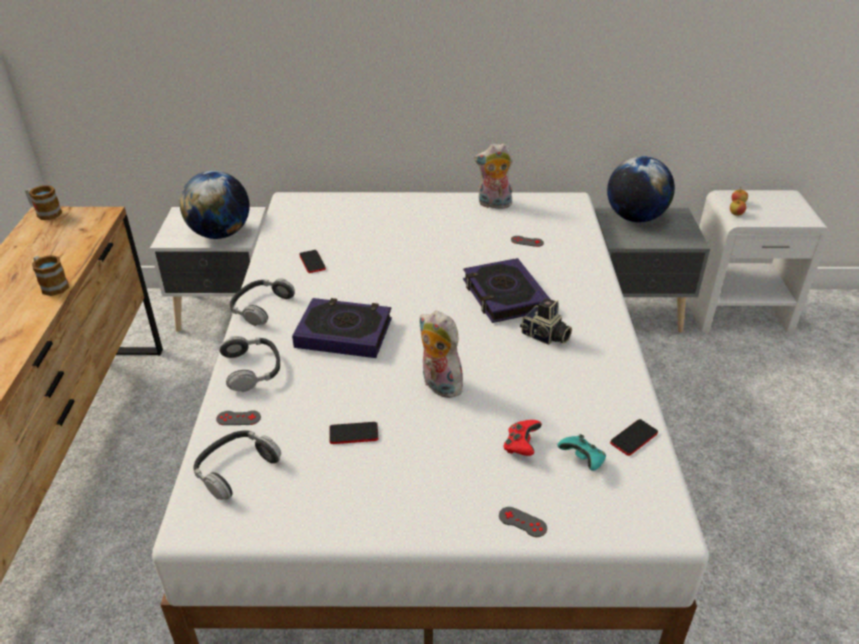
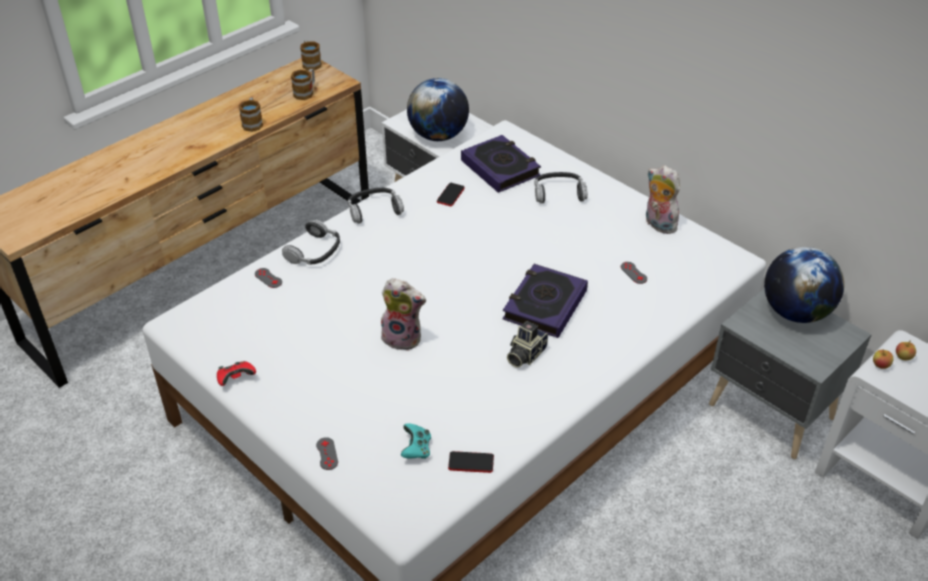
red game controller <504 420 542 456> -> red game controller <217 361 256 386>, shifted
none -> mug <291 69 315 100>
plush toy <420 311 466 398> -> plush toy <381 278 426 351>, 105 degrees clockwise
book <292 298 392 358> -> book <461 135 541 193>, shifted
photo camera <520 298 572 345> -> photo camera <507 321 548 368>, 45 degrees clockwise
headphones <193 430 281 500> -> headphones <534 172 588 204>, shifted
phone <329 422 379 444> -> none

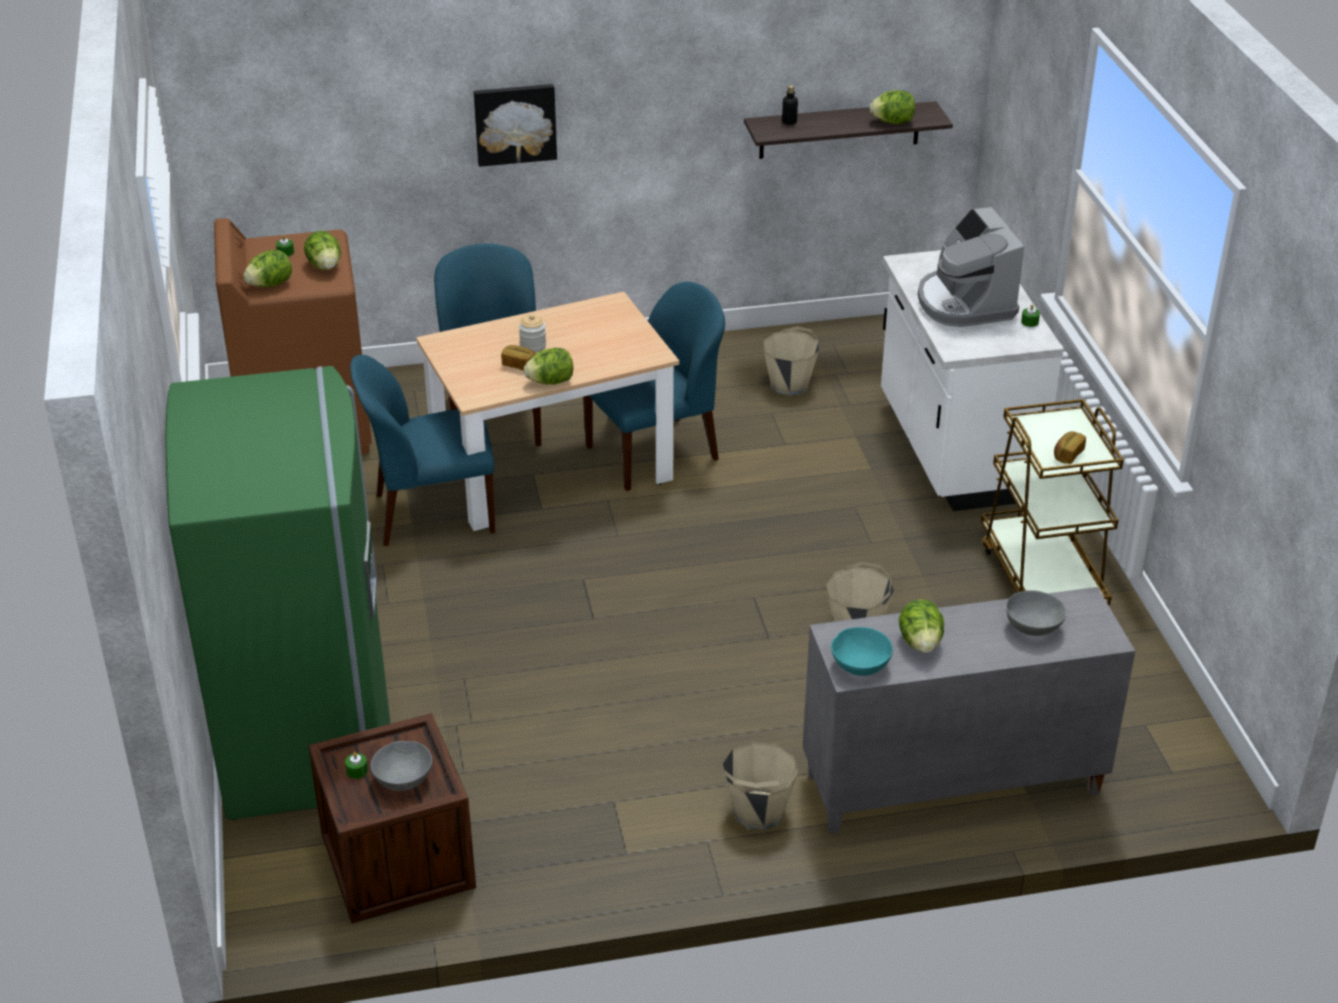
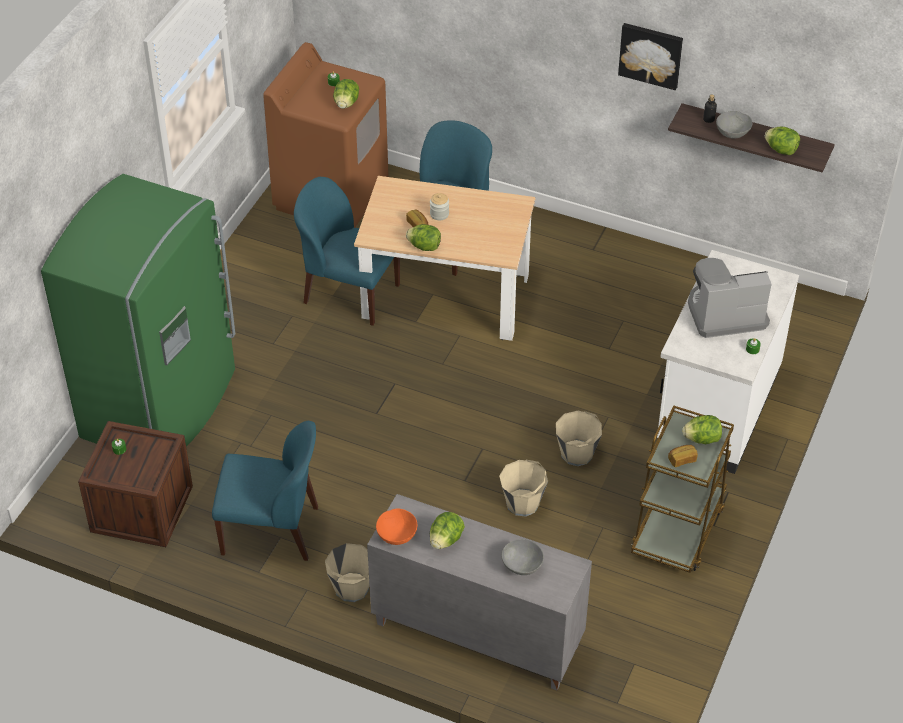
blue chair <583 282 725 491> -> blue chair <212 421 318 561>, shifted
turquoise bowl <831 627 893 676> -> orange bowl <376 508 417 545>
beige bucket <763 326 819 396> -> beige bucket <556 411 602 466>, shifted
picture <473 84 557 167> -> picture <618 23 683 90>, shifted
lettuce <243 250 292 287> -> lettuce <682 415 722 444>, shifted
coffee machine <918 207 1024 327> -> coffee machine <688 258 772 338>, 60 degrees clockwise
grey bowl <370 741 432 791> -> grey bowl <716 111 752 139>, shifted

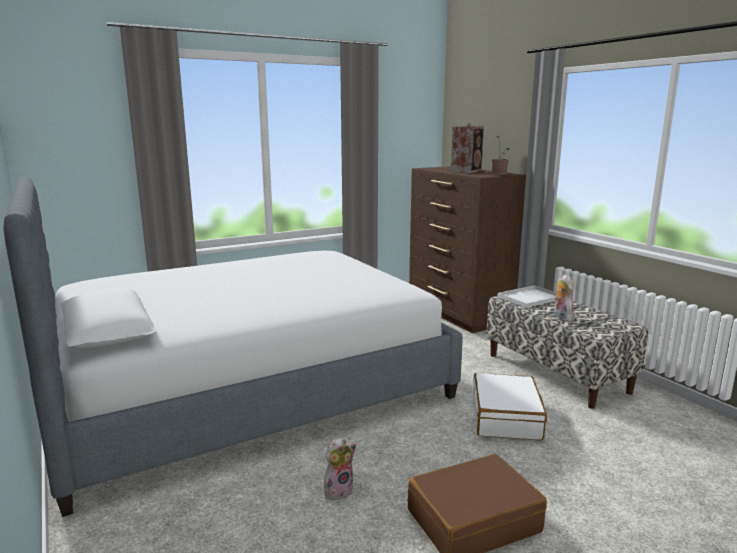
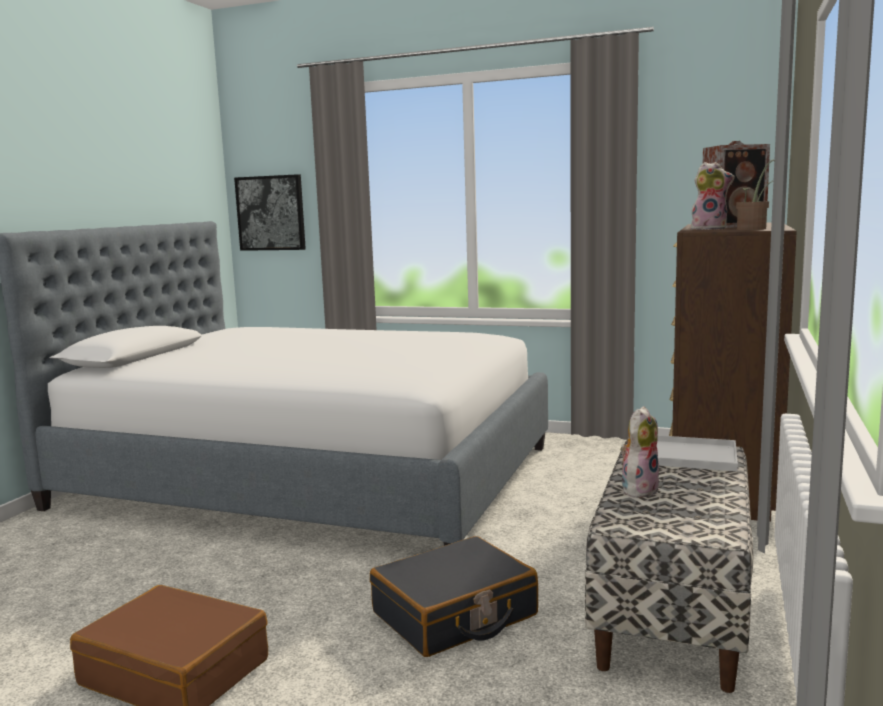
none -> picture <234 174 306 251>
white suitcase <473 373 547 441> -> black suitcase <370 536 538 657>
plush toy <324 437 356 500> -> plush toy <691 162 735 230>, shifted

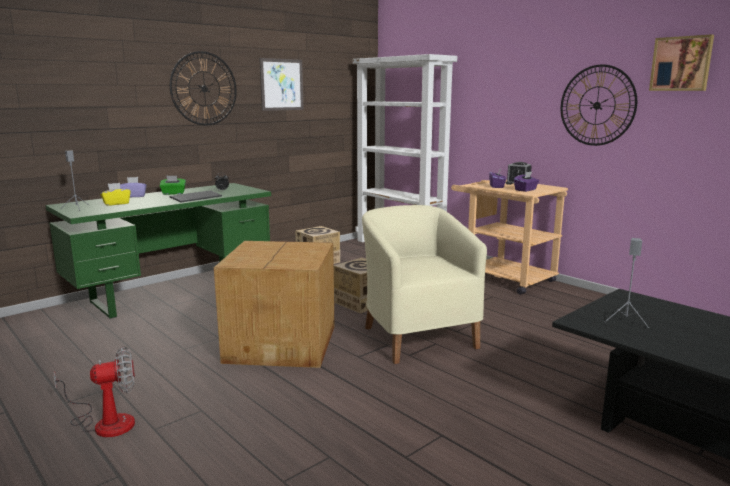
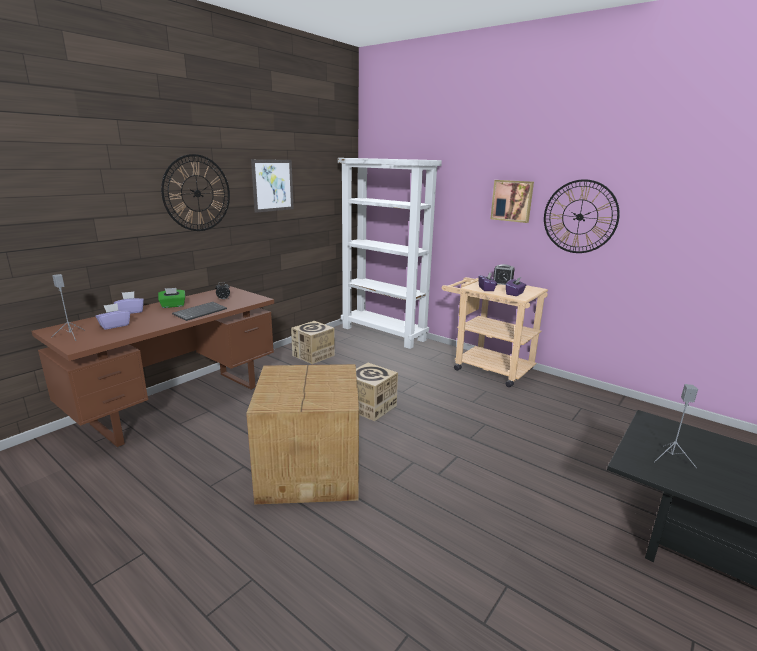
green desk <46 183 271 319> -> brown desk <31 286 274 448>
yellow tissue box <100 183 131 206> -> purple tissue box <96 303 130 330>
picture <649 34 714 91> -> picture <490 180 534 223>, shifted
fan <54 346 135 437> -> none
beige armchair <362 205 487 364> -> none

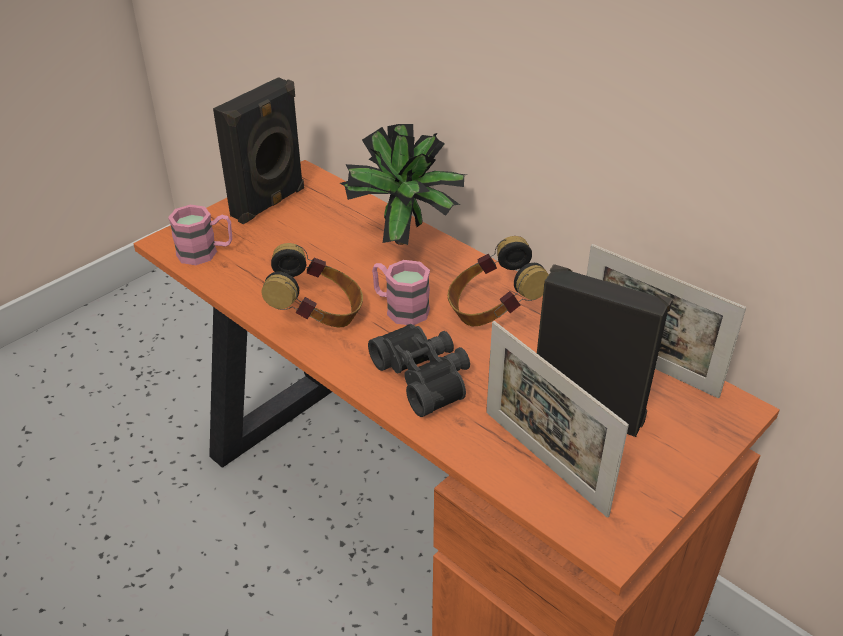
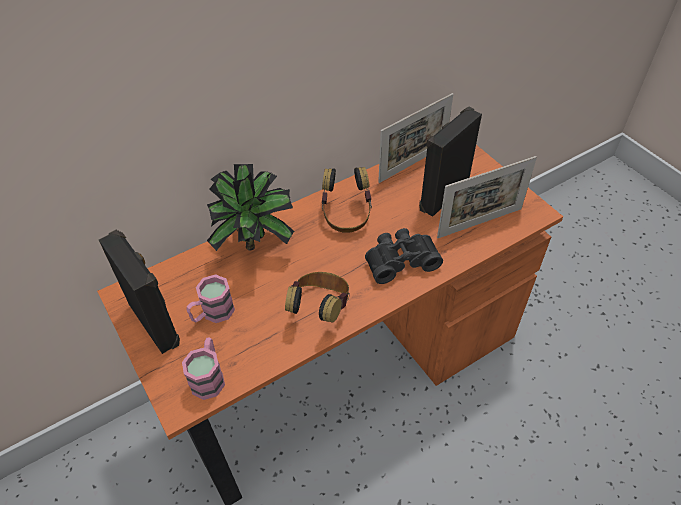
pink mug <372 260 430 325> -> pink mug <186 274 235 323>, shifted

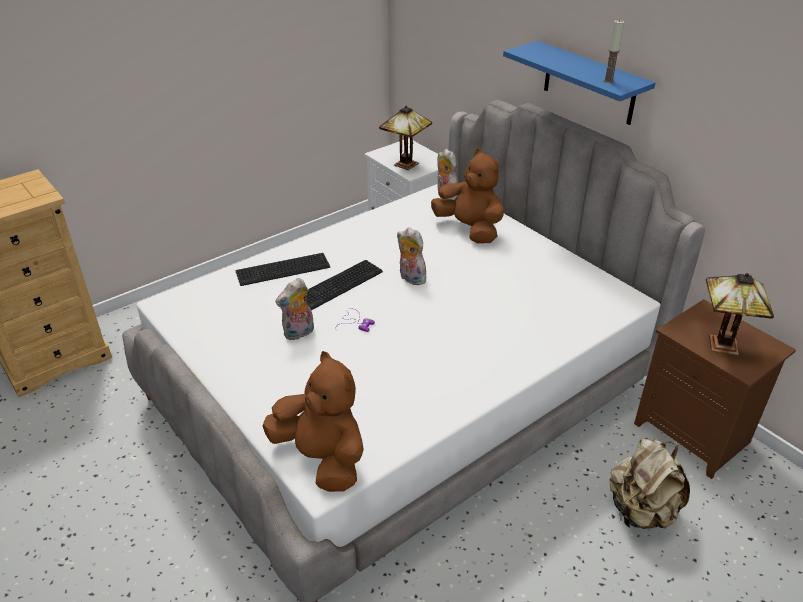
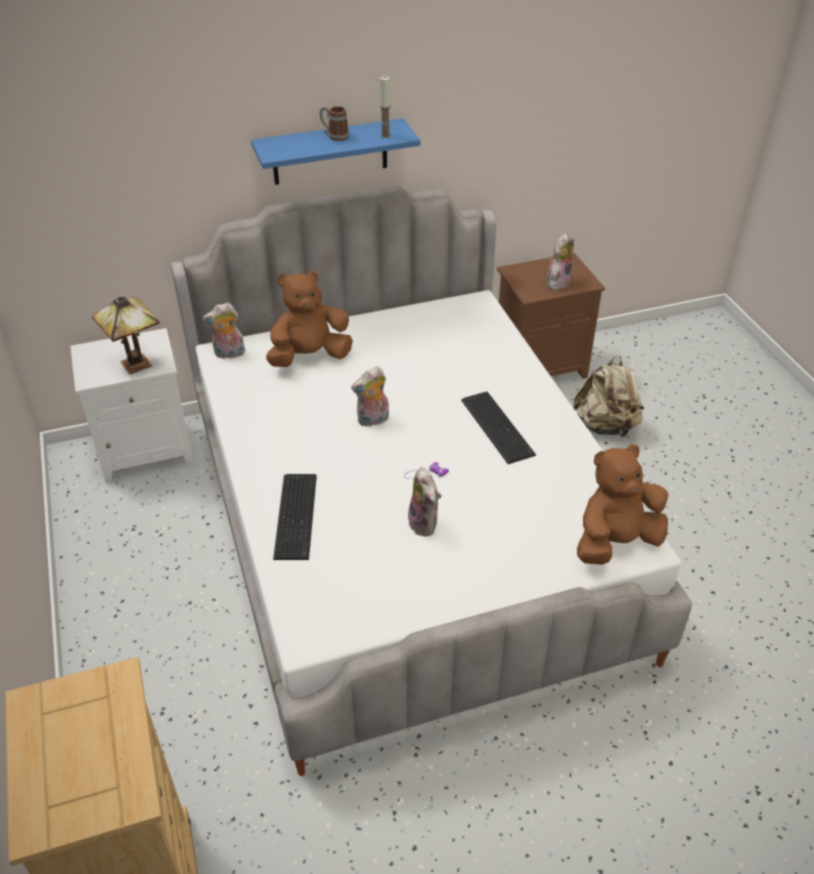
none -> mug <319 106 349 141>
keyboard <306 260 383 310> -> keyboard <461 392 536 464>, shifted
table lamp <706 273 774 356> -> plush toy <547 233 574 290>

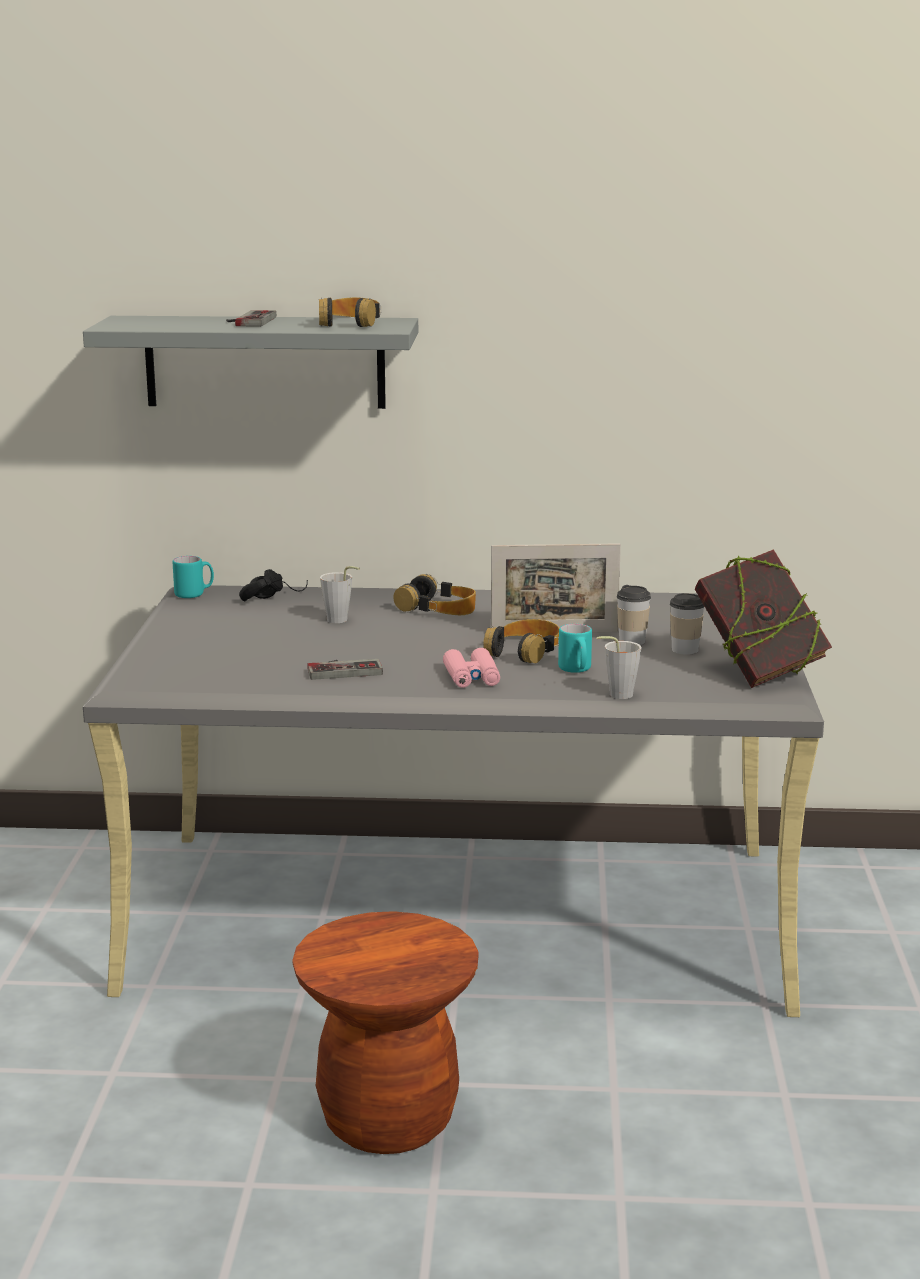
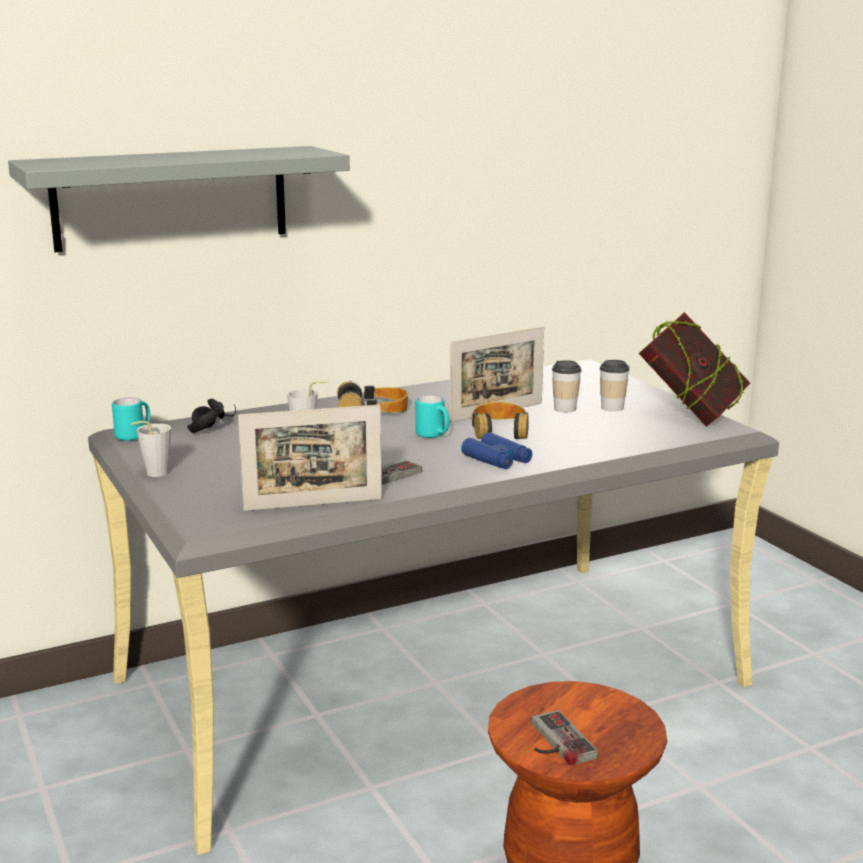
grey cup <596 636 642 699> -> grey cup <131 421 171 477>, shifted
none -> picture frame <238 405 382 511>
turquoise mug <558 624 592 673> -> turquoise mug <415 395 449 438>, shifted
pink binoculars <443 648 500 688> -> blue binoculars <461 432 532 469>
game controller <226 310 276 327> -> game controller <531 710 598 766>, shifted
headphones <319 297 381 327> -> none

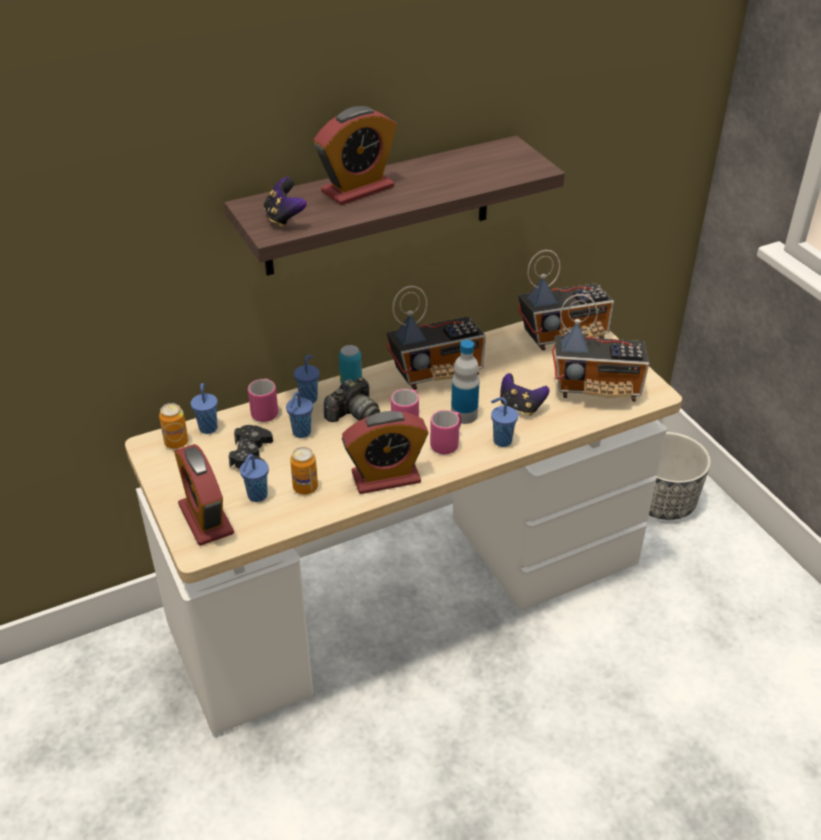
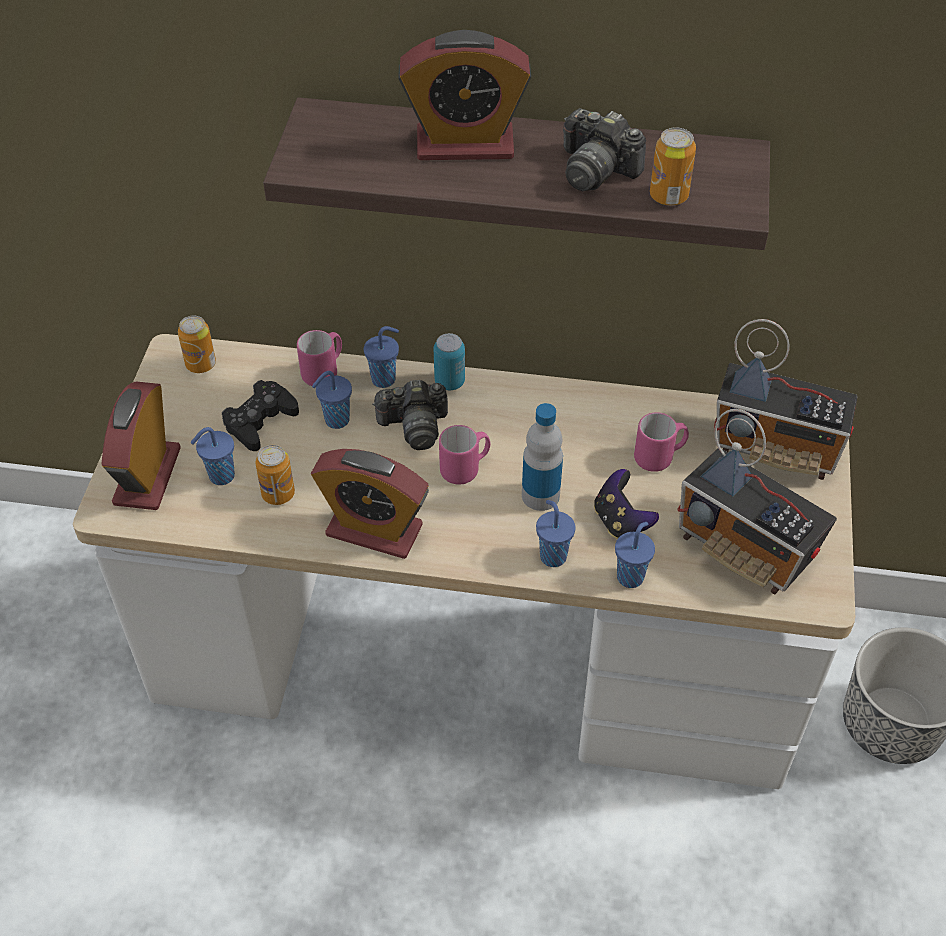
none -> photo camera <563 108 646 191>
blue cup <191 383 218 434> -> blue cup <615 522 655 588>, shifted
pink mug <430 410 461 454> -> pink mug <634 412 689 472>, shifted
none -> can <650 127 696 206>
game controller <264 177 307 227> -> none
radio <387 286 486 390> -> none

